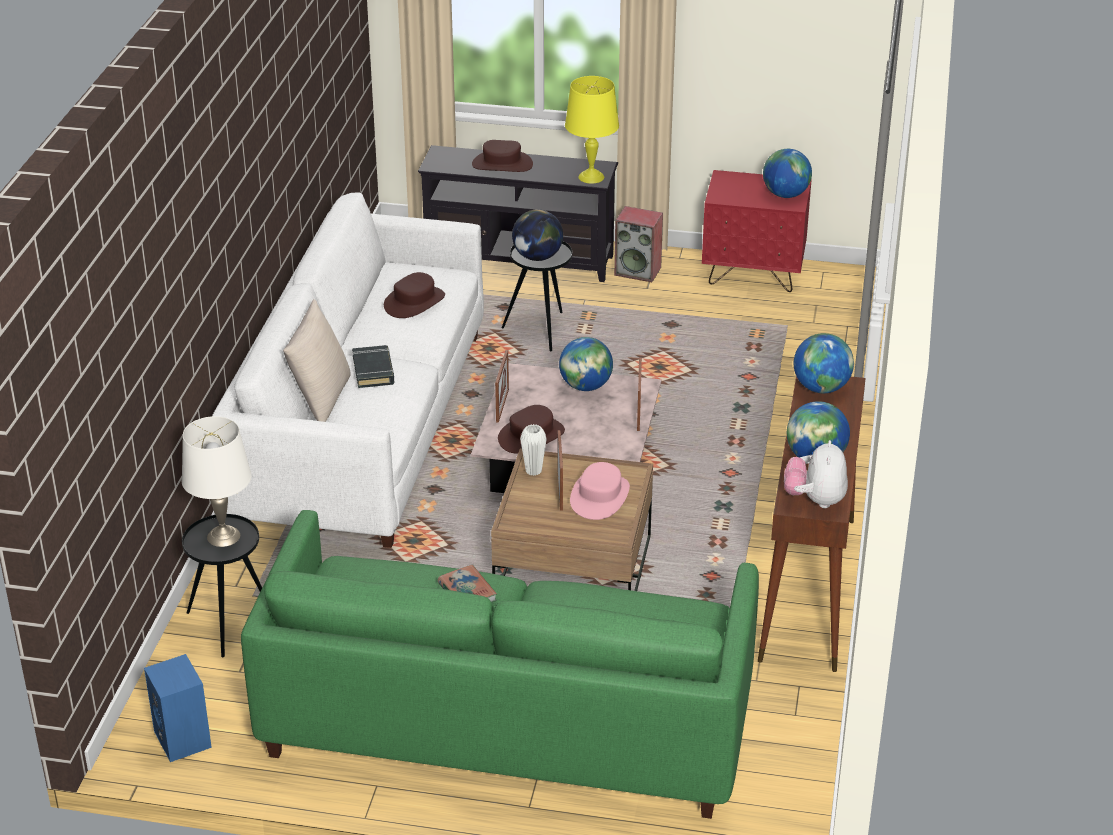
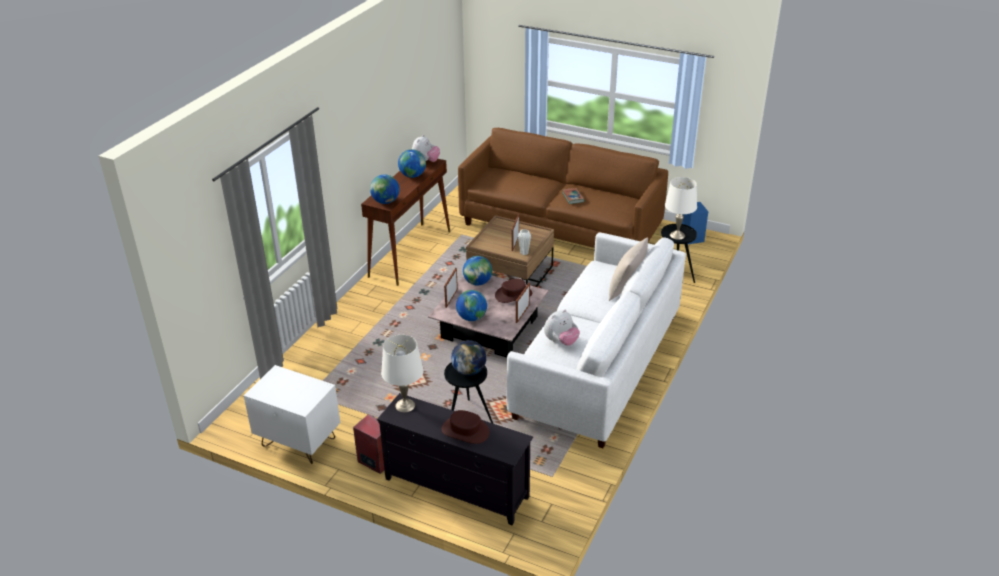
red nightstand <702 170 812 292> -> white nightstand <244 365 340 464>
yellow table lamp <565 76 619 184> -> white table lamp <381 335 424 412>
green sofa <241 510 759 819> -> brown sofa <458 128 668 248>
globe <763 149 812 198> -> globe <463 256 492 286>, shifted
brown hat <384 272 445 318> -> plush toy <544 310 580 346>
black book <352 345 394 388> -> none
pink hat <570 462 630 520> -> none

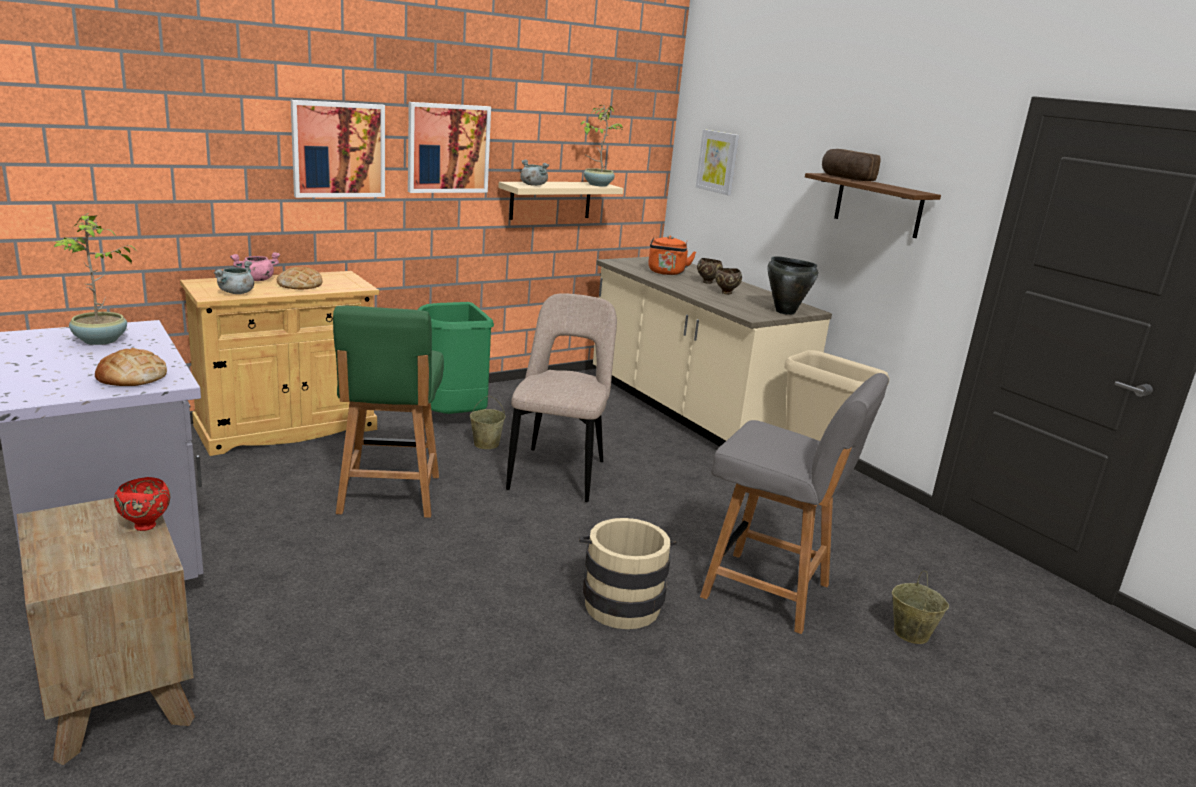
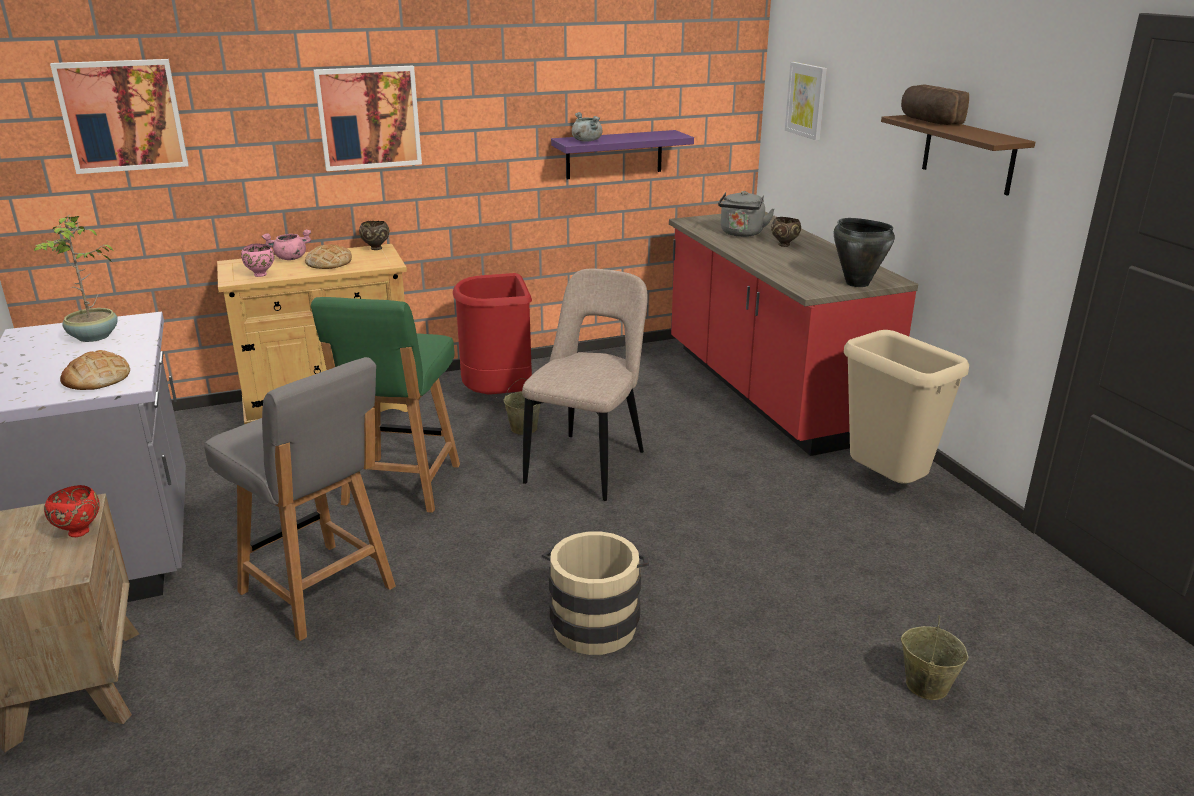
picture <408 102 491 193> -> picture <50 59 189 174>, shifted
grey chair <700 373 889 634> -> grey chair <204 357 396 641>, shifted
grey cooking pot <214 261 254 294> -> pink bowl <241 243 275 277>
brown bowl <715 268 742 294> -> brown bowl <359 221 389 250>, shifted
green trash can <418 302 494 414> -> red trash can <453 273 532 395>
beige shelf <498 182 623 220> -> purple shelf <551 130 694 179>
beige counter <593 257 832 447> -> red counter <669 211 918 456>
orange kettle <648 236 696 275> -> grey kettle <718 191 775 237>
potted plant <581 105 623 187> -> none

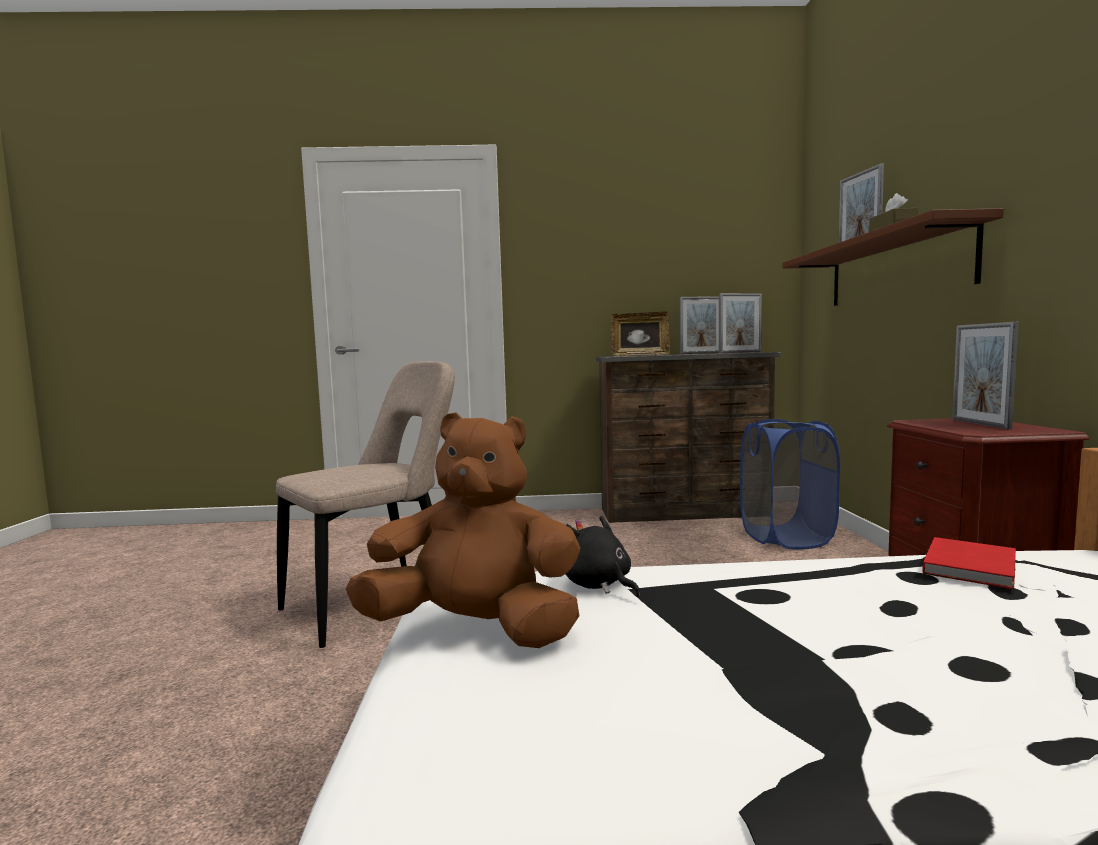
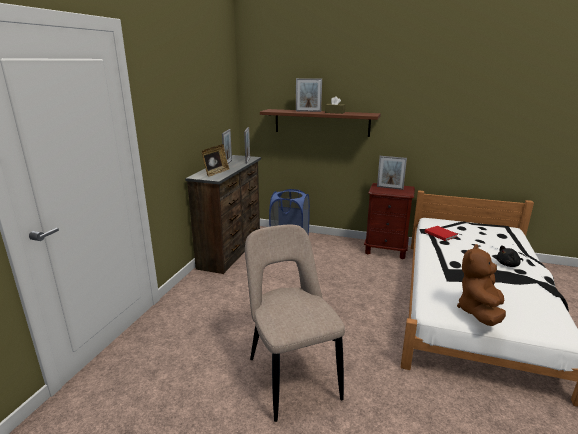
black plush toy <566 516 640 597> -> black plush toy <496 245 523 267>, shifted

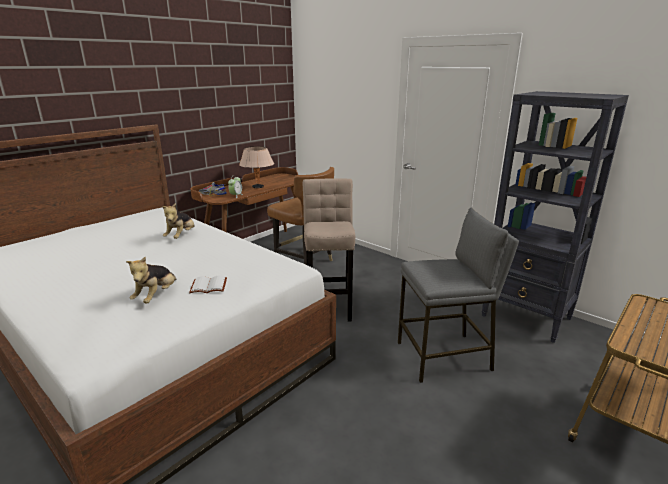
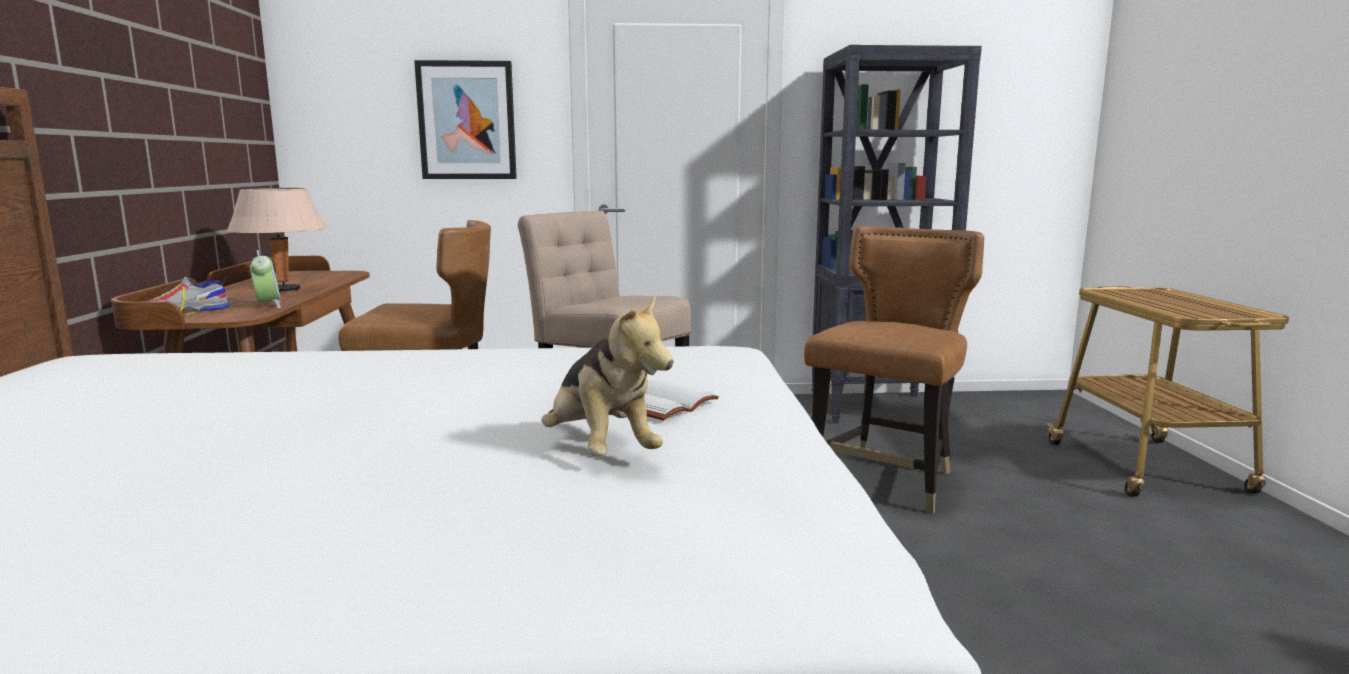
none -> picture <414 60 517 179>
grey stool <398 208 519 383> -> brown chair <804 226 984 514>
plush toy <162 203 194 239> -> none

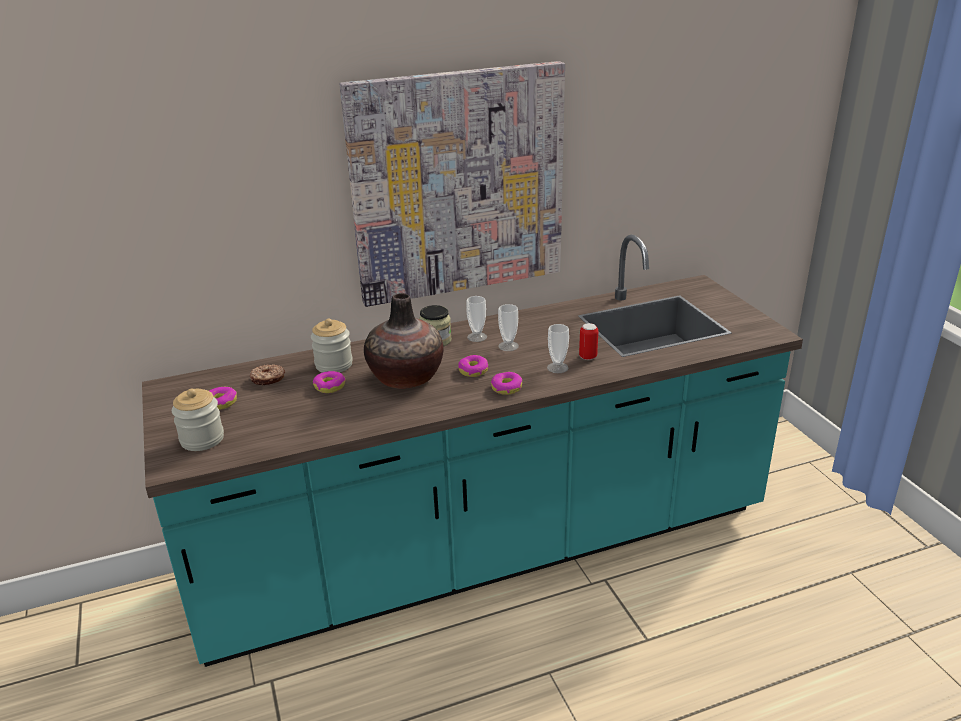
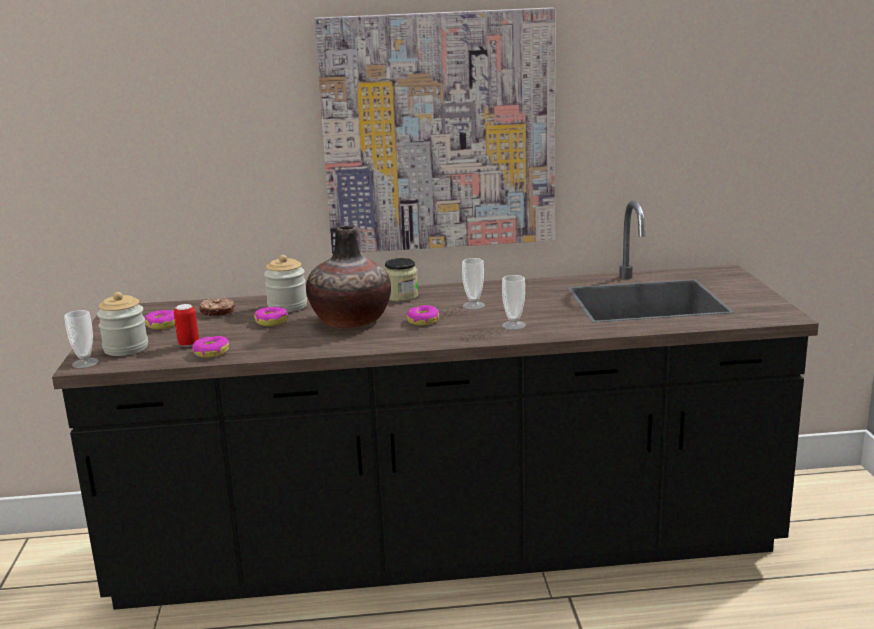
turquoise counter <142 235 803 667> -> black counter <52 201 819 610>
cup <466 296 487 342> -> cup <64 310 98 368>, shifted
can <579 323 598 360> -> can <174 304 199 347>, shifted
donut <491 372 522 395> -> donut <192 336 229 358>, shifted

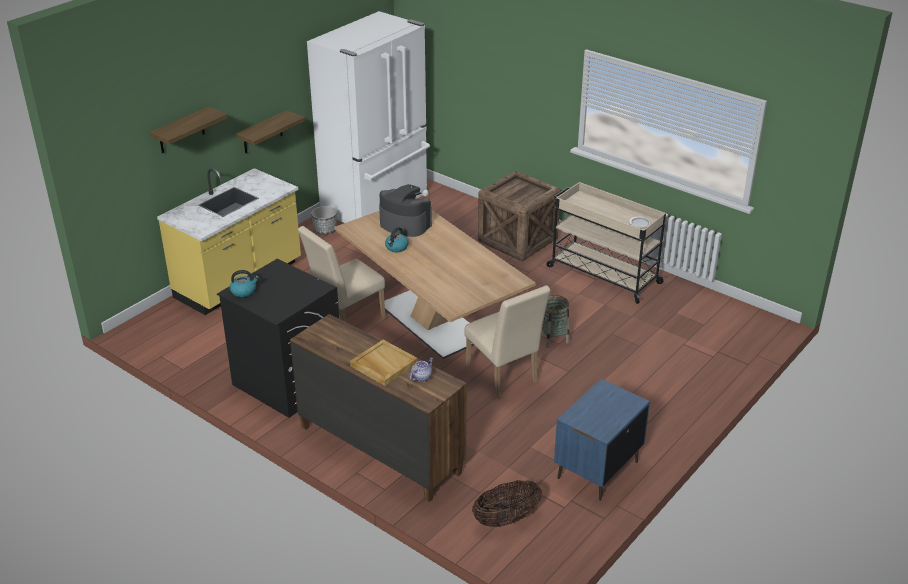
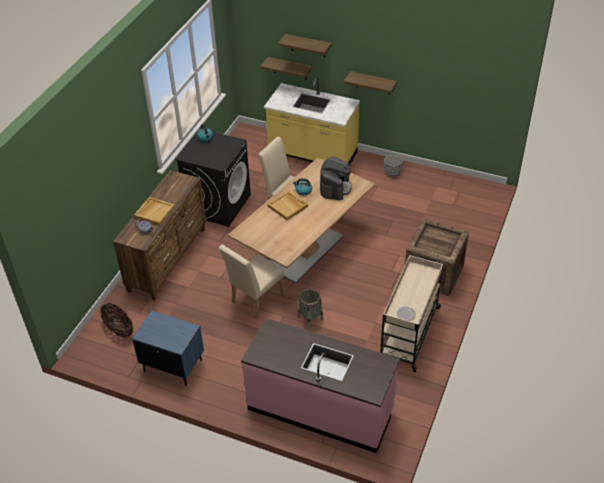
none -> pink counter <241 318 400 453>
none -> shelf <261 57 312 80>
none -> beige tray <267 190 308 220>
white fridge <307 11 430 223> -> none

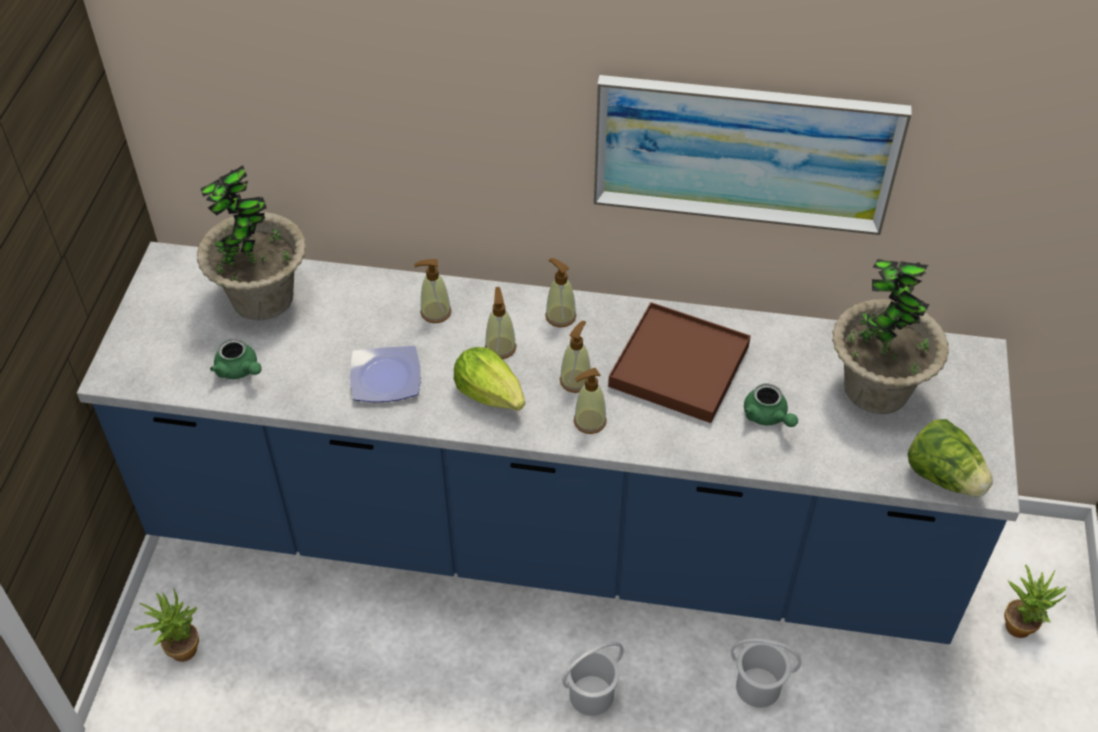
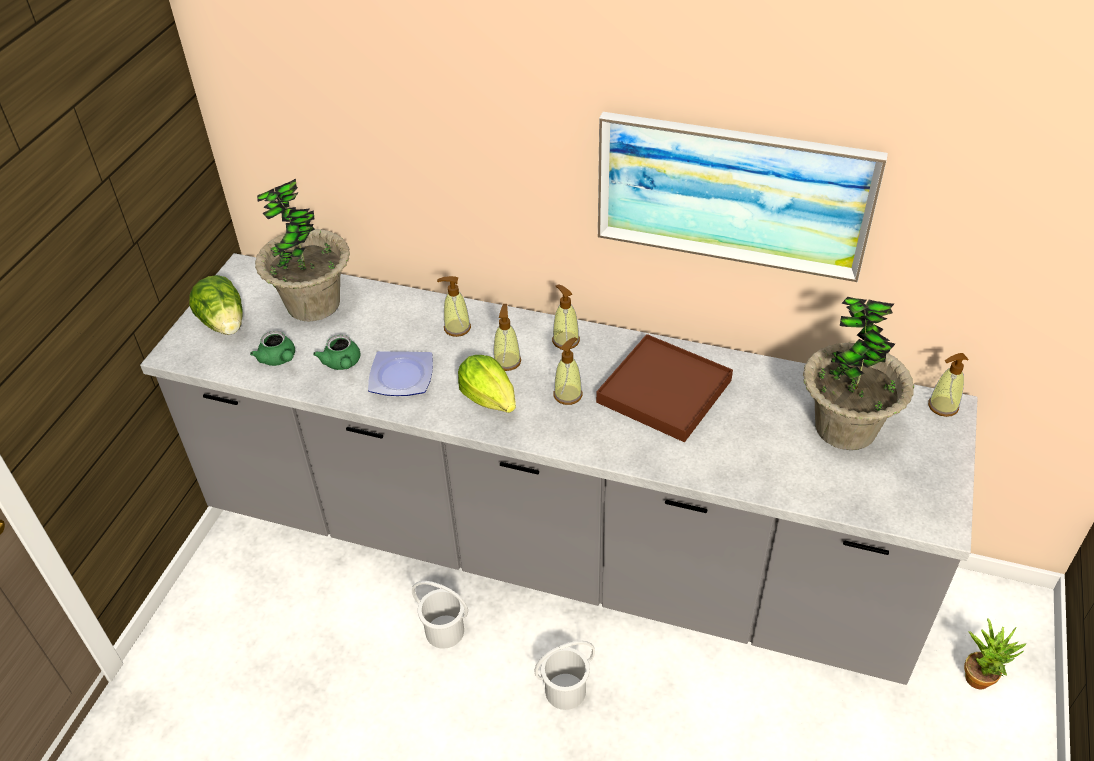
blue counter <77 242 1020 644> -> grey counter <140 253 978 685>
lettuce <908 419 993 497> -> lettuce <189 275 243 335>, shifted
green teapot <744 383 798 427> -> green teapot <313 335 360 370>, shifted
white bucket <731 638 801 708> -> white bucket <412 581 468 649>, shifted
soap dispenser <574 368 607 434> -> soap dispenser <928 353 969 417>, shifted
potted plant <134 589 199 662> -> none

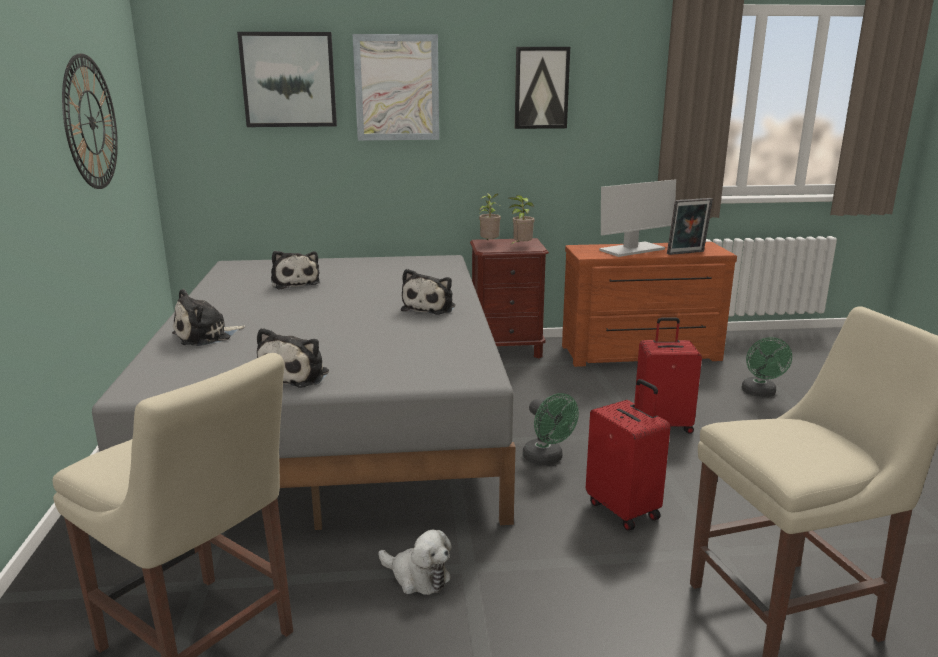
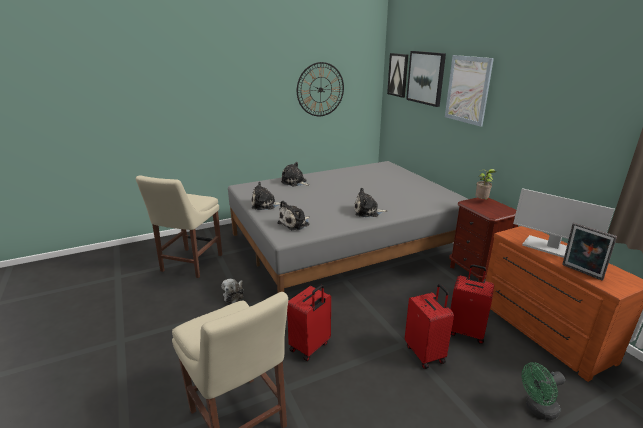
plush toy <271 251 320 290> -> plush toy <277 201 310 230>, shifted
picture <515 47 570 129> -> picture <387 53 408 98>, shifted
none -> red suitcase <450 264 494 344>
potted plant <509 195 534 246> -> none
green fan <523 393 579 465> -> none

